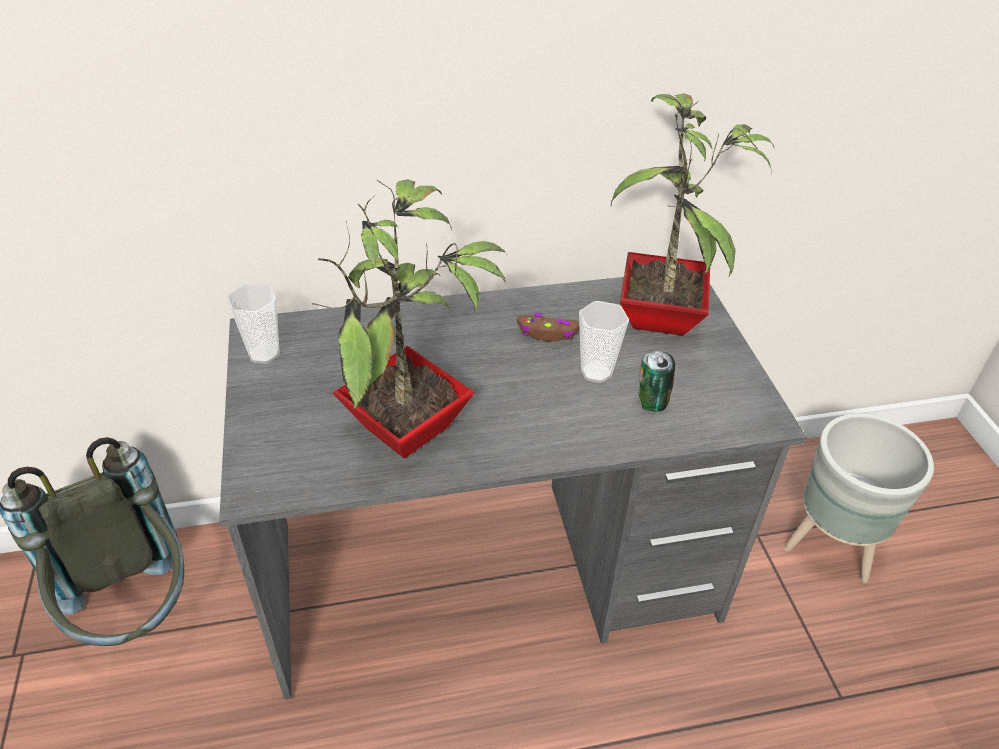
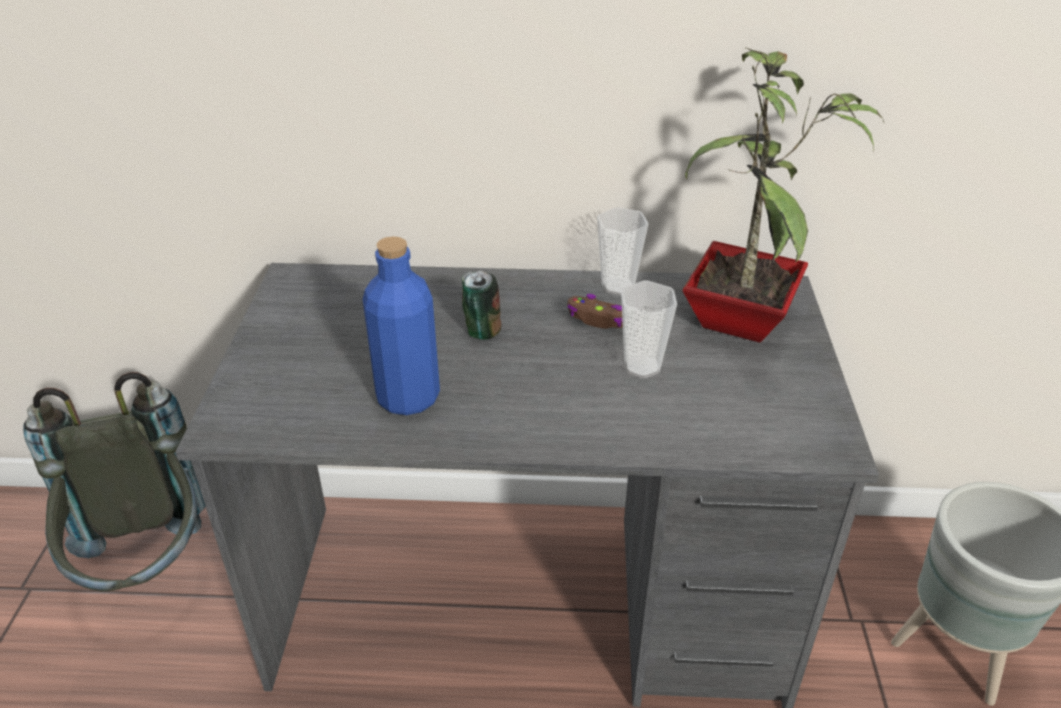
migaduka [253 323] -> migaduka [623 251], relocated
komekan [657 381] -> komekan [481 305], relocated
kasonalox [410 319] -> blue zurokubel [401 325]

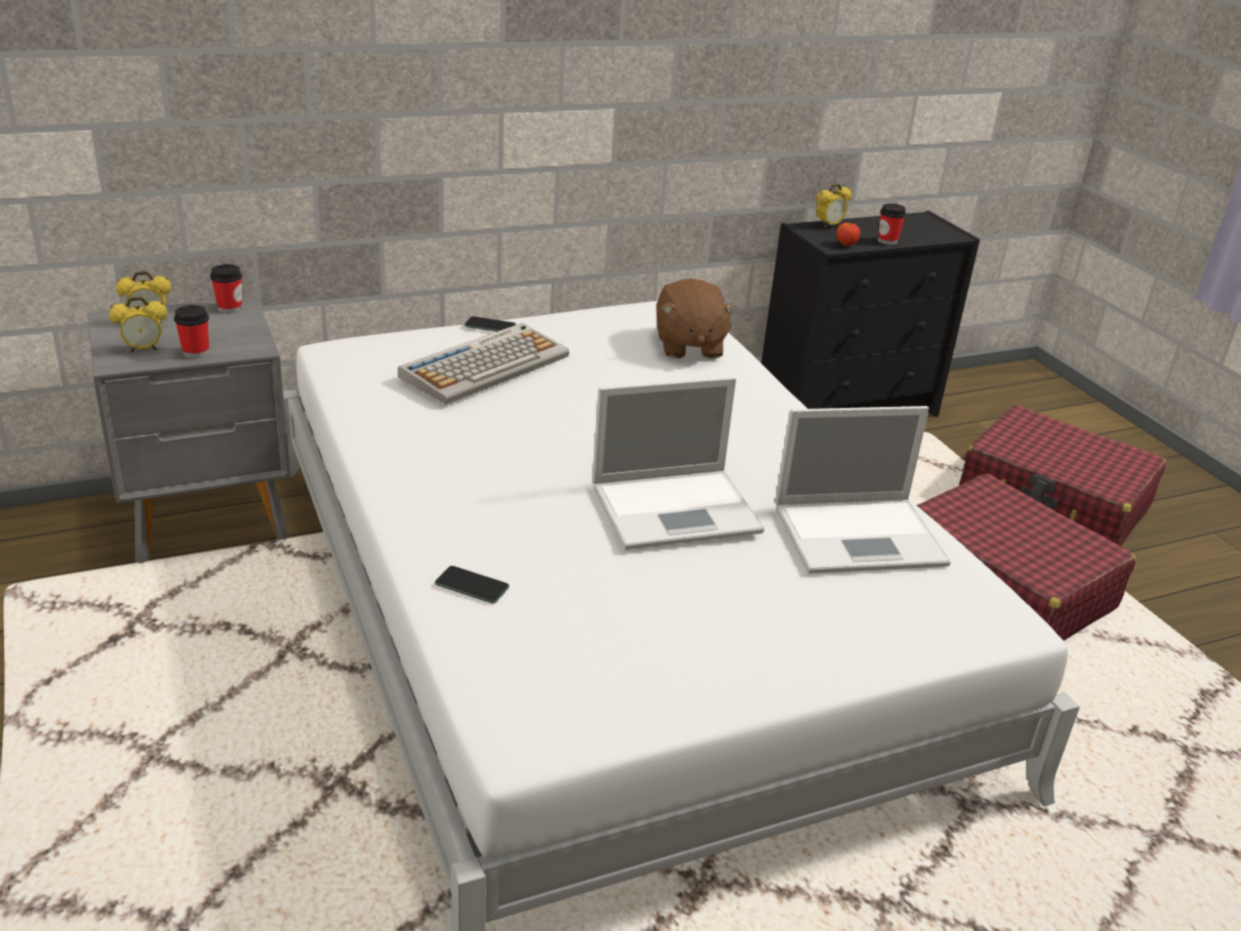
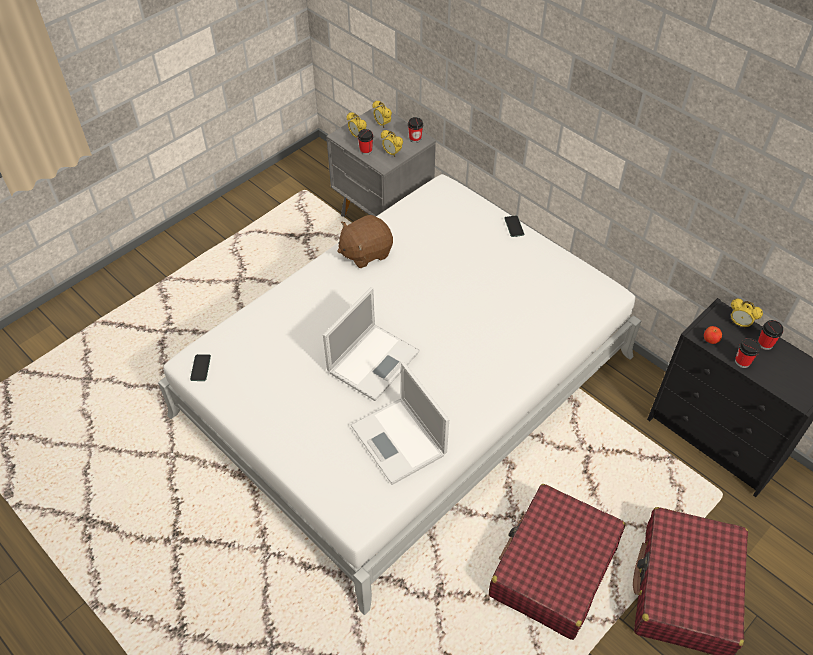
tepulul [483 363] -> none
none -> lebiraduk [392 143]
none -> migaduka [770 335]
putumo [472 584] -> putumo [200 367], relocated
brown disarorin [696 318] -> brown disarorin [365 241], relocated
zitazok [678 463] -> zitazok [371 344], 105 degrees counterclockwise

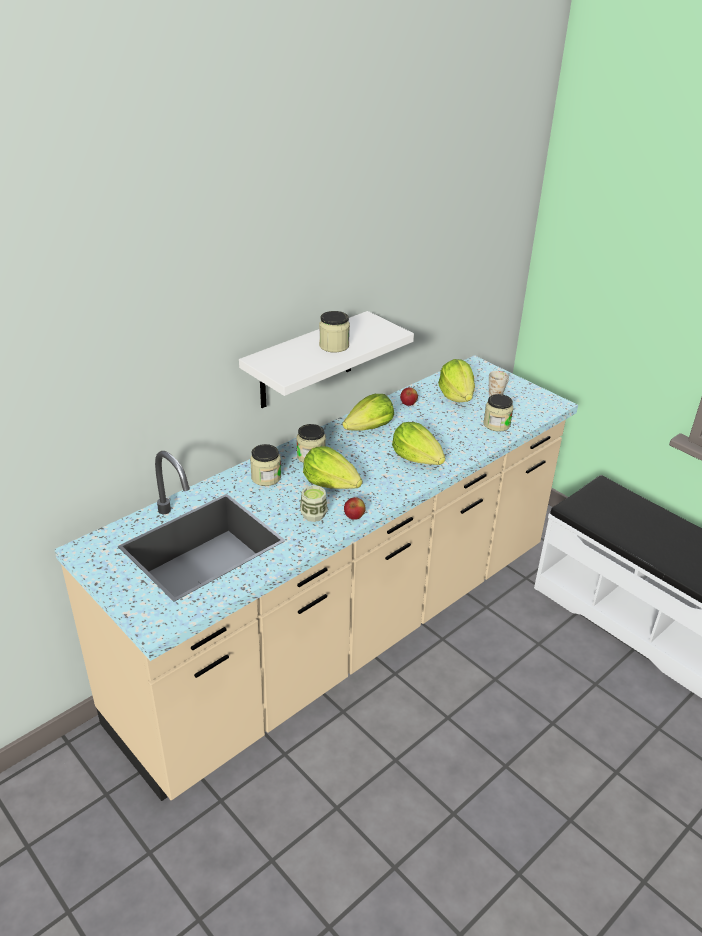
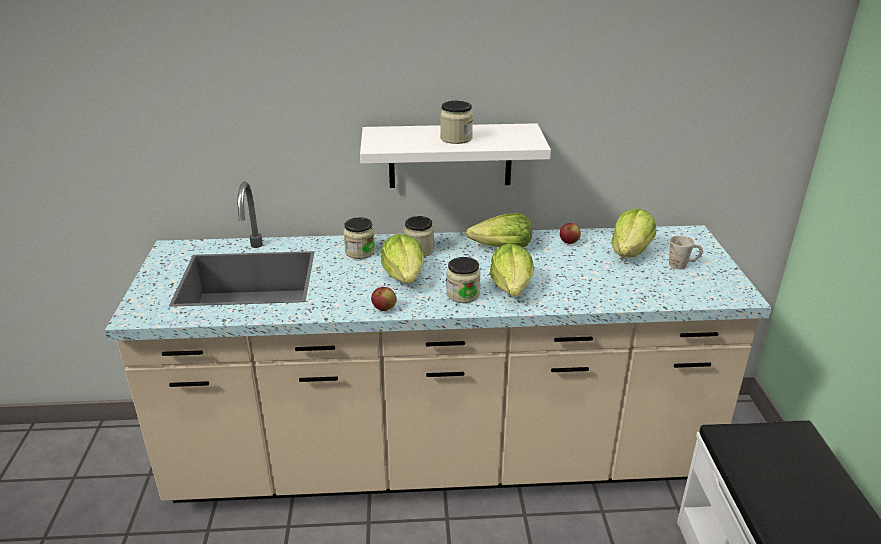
migaduka [314 503] -> none
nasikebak [498 413] -> nasikebak [463 280], relocated

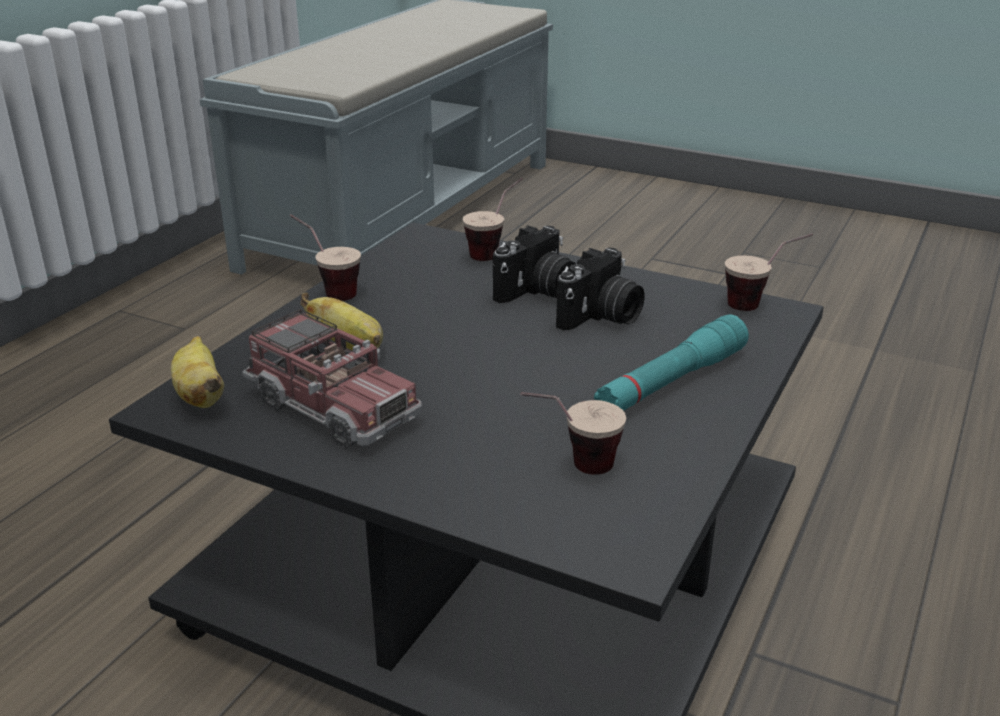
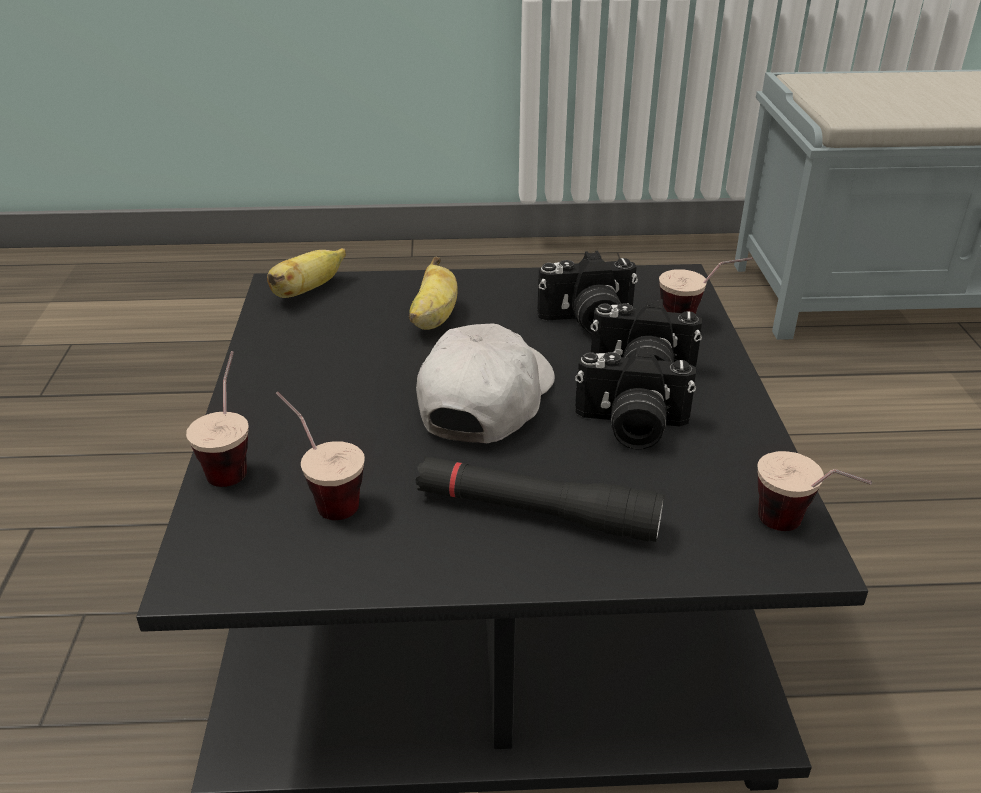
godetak [332 379] -> none
none -> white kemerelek [485 383]
none -> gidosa [587 293]
migaduka [325 257] -> migaduka [217 419], relocated
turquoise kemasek [671 362] -> black kemasek [539 499]

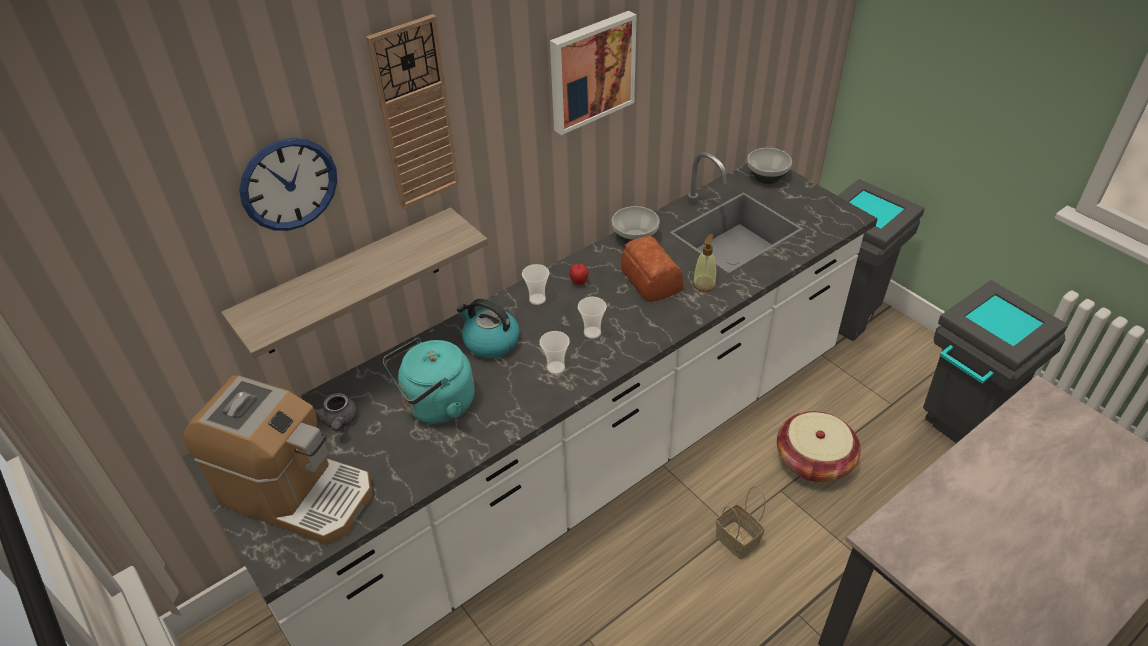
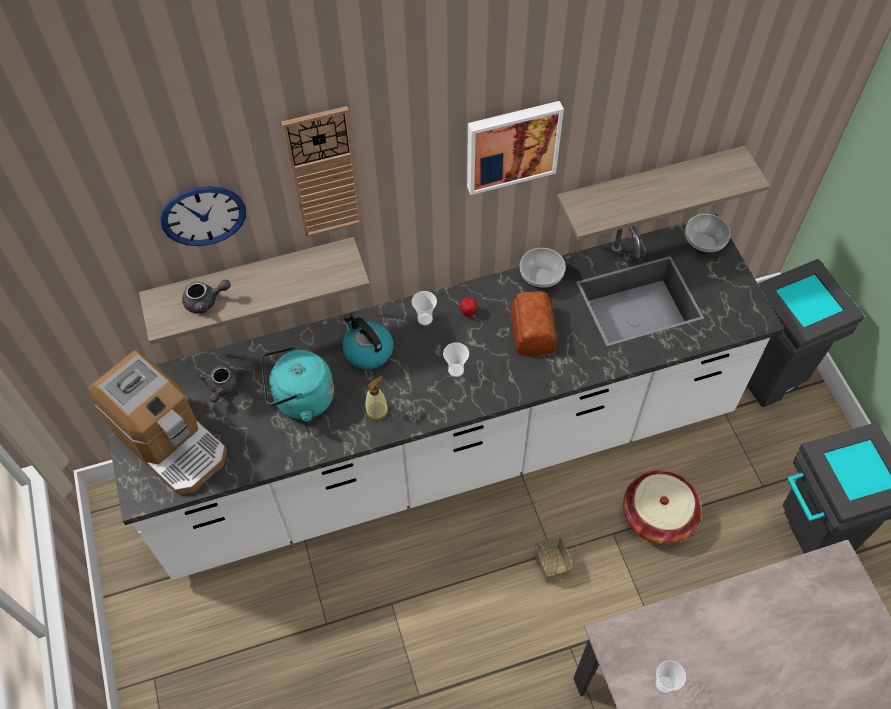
none -> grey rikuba [206 296]
none -> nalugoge [663 193]
migaduka [555 352] -> migaduka [670 677], relocated
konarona [704 262] -> konarona [377 398], relocated

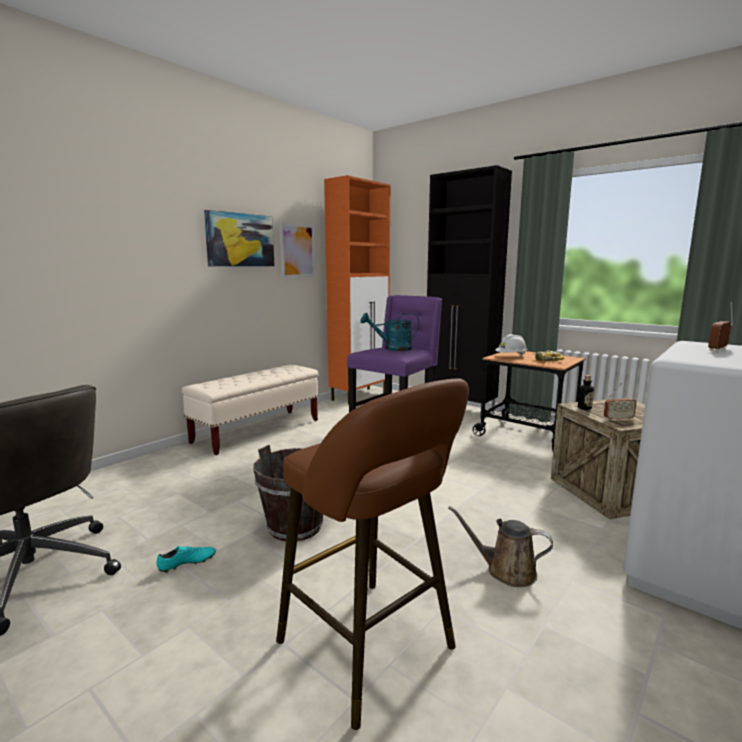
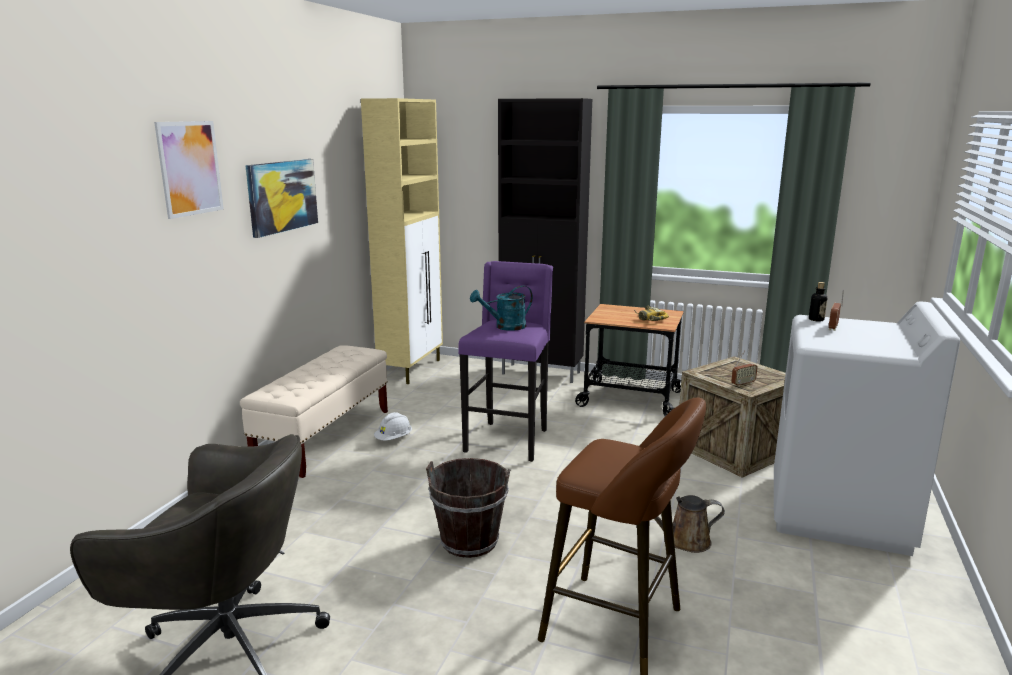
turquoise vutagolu [186 559] -> none
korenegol [297 250] -> korenegol [189 170], relocated
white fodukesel [511 344] -> white fodukesel [393 426], relocated
zurokubel [586 392] -> zurokubel [818 301], relocated
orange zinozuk [357 290] -> beige zinozuk [402 241]

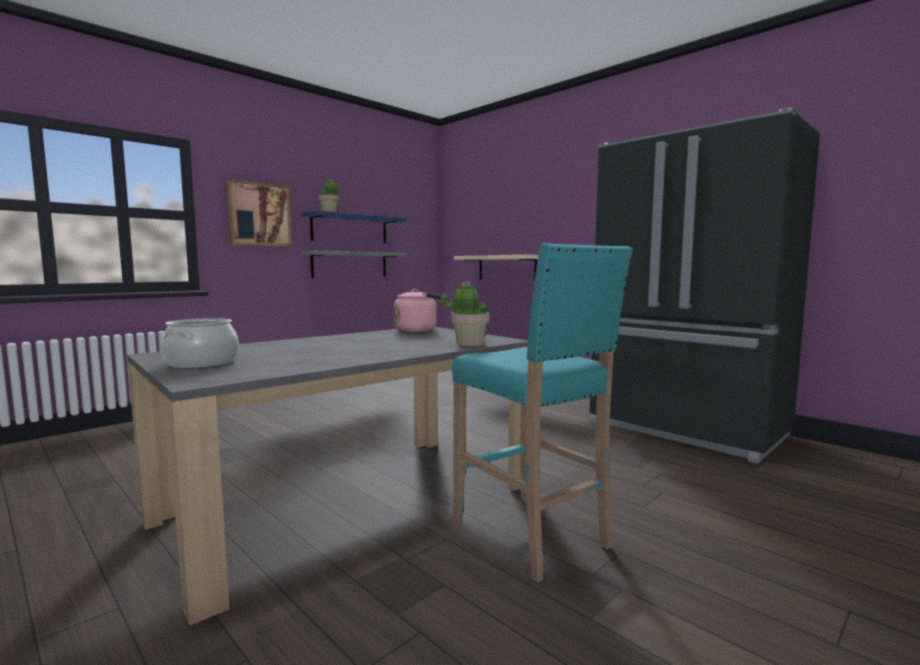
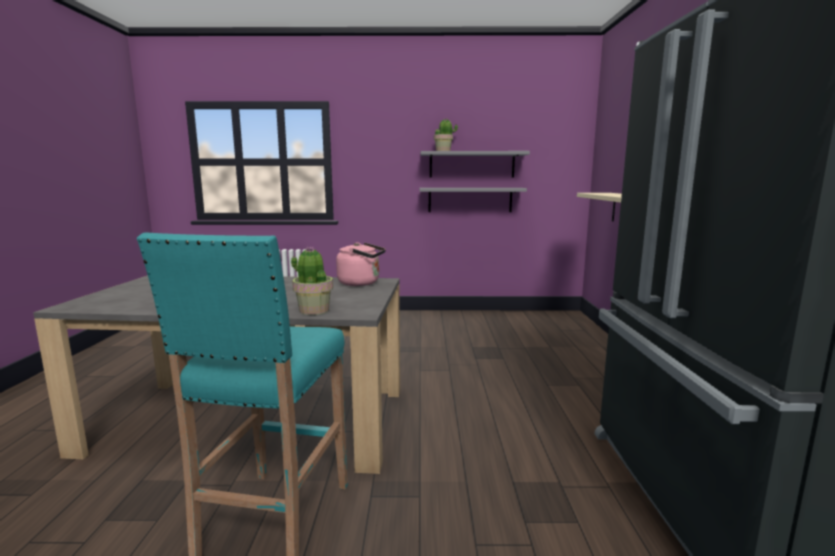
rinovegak [200 343] -> none
korenegol [259 212] -> none
blue nalugoge [354 226] -> grey nalugoge [475 164]

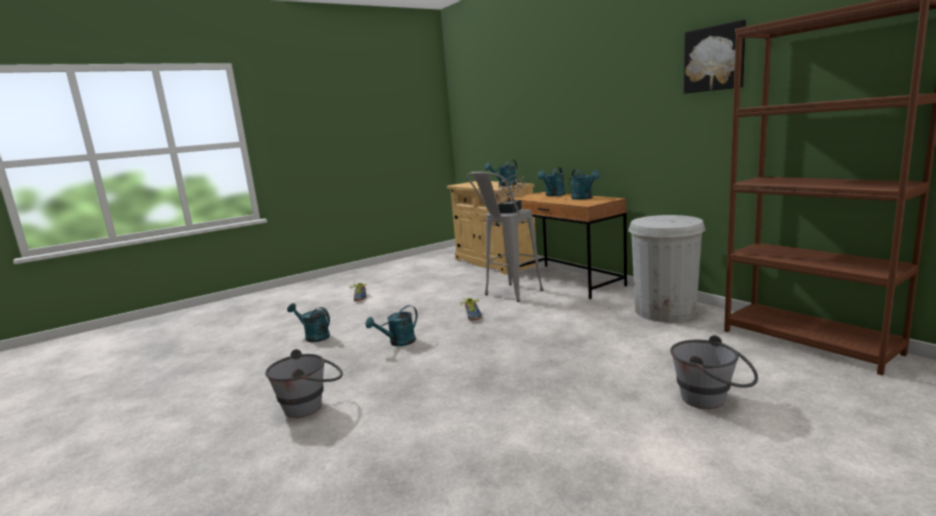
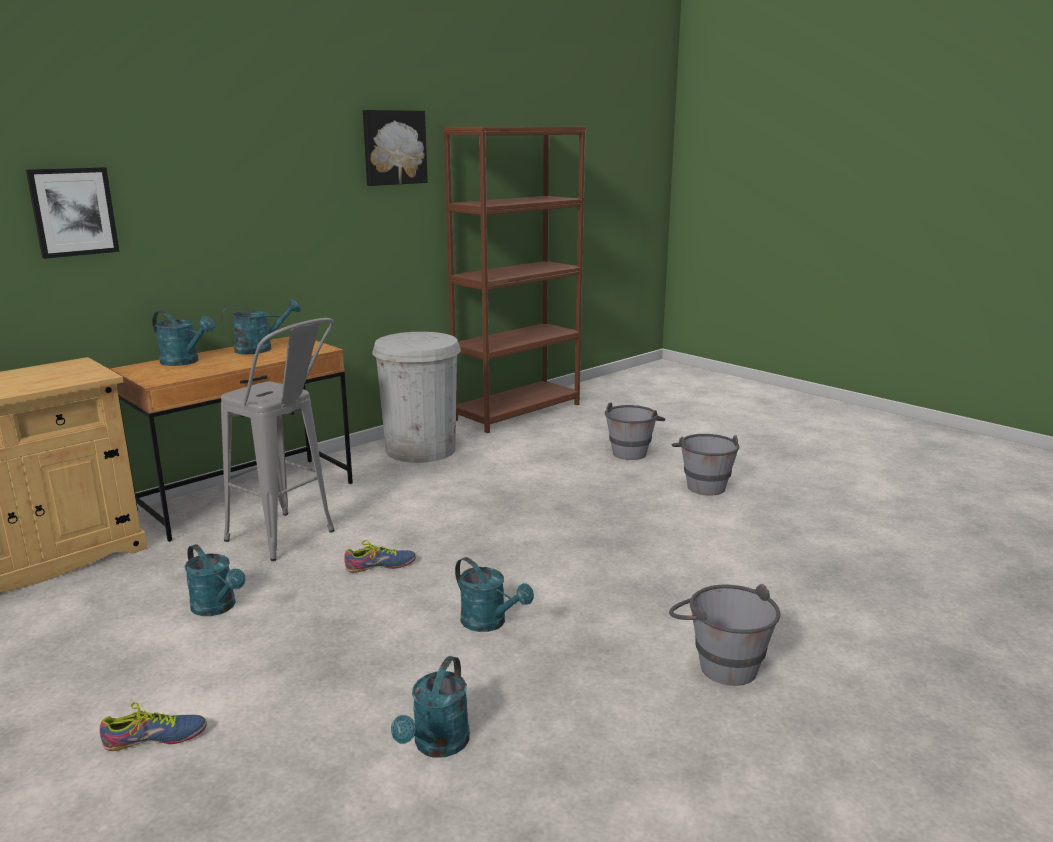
kasonalox [511 194] -> none
none -> korenegol [73 213]
none -> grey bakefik [706 465]
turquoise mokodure [501 173] -> turquoise mokodure [214 580], relocated

